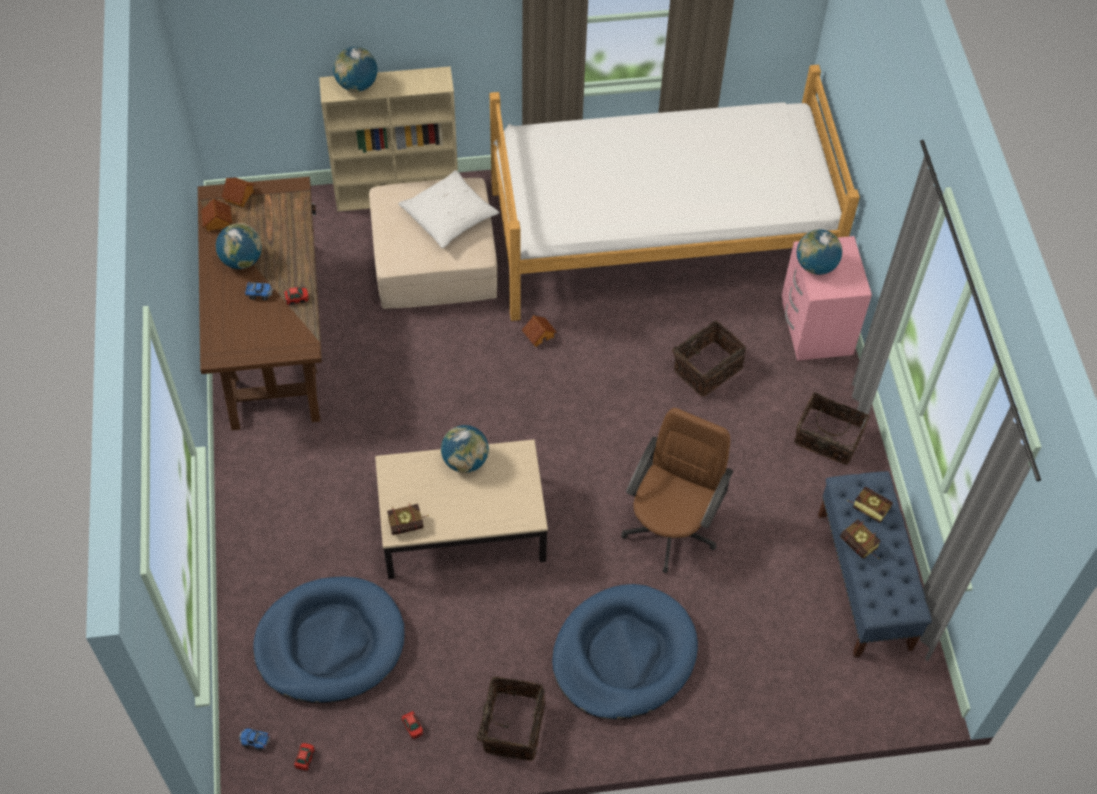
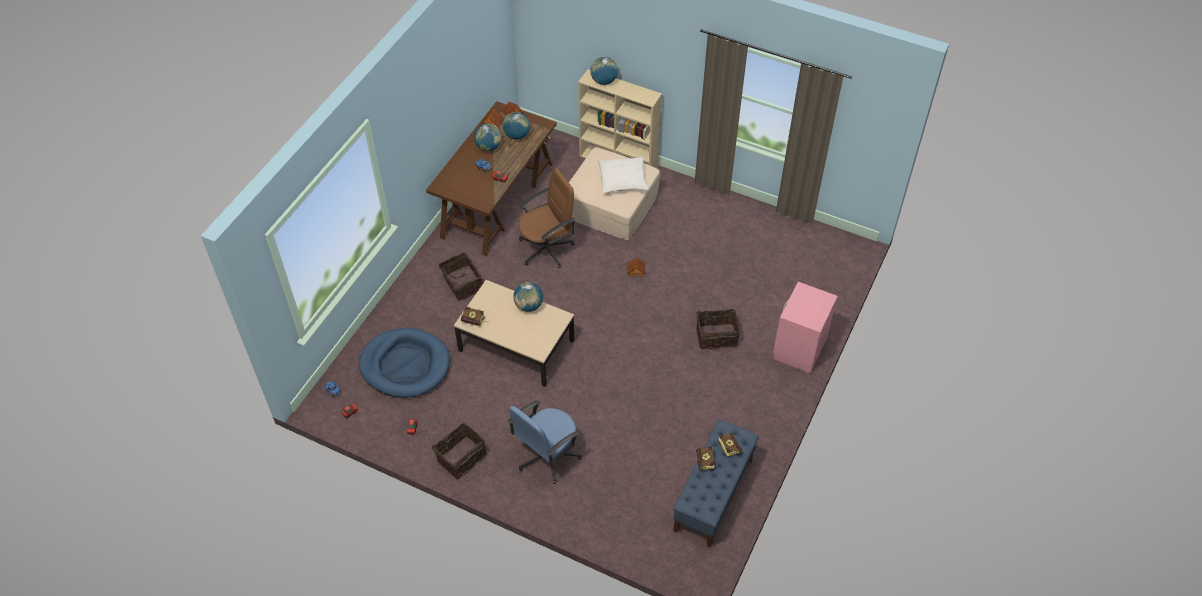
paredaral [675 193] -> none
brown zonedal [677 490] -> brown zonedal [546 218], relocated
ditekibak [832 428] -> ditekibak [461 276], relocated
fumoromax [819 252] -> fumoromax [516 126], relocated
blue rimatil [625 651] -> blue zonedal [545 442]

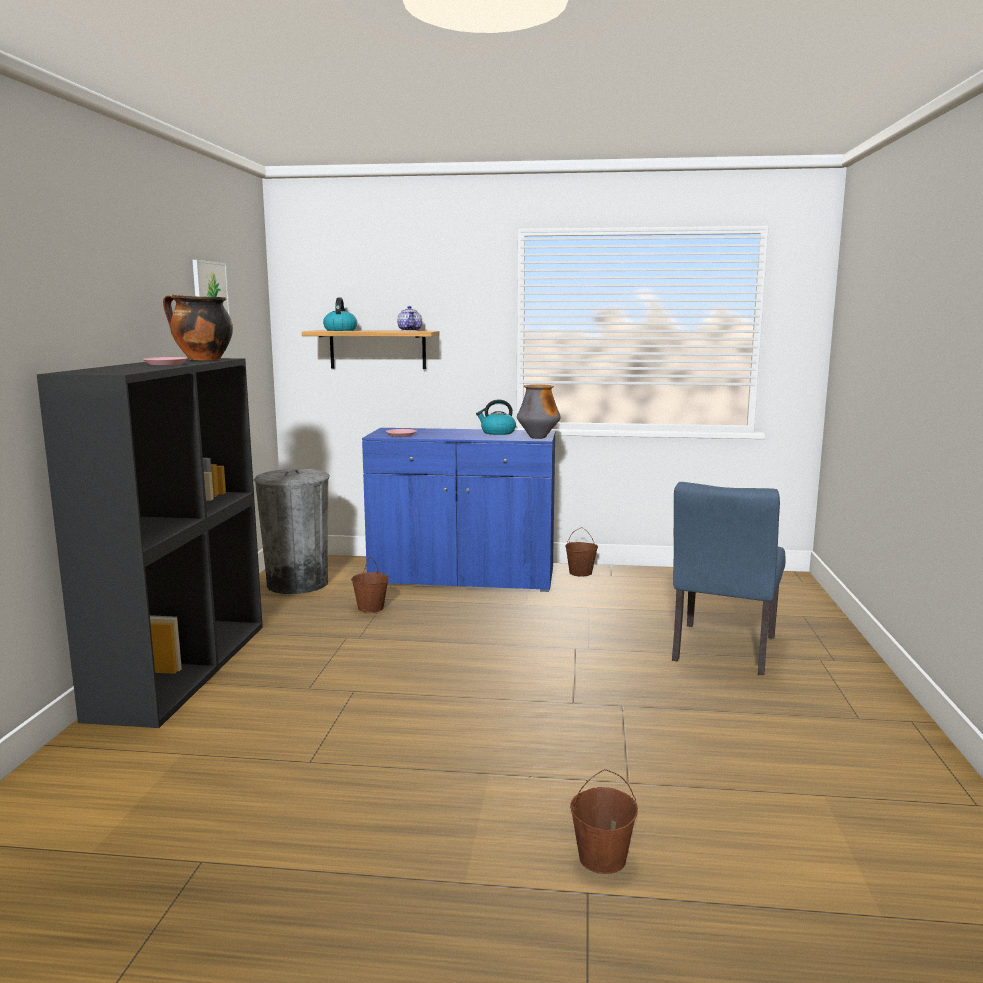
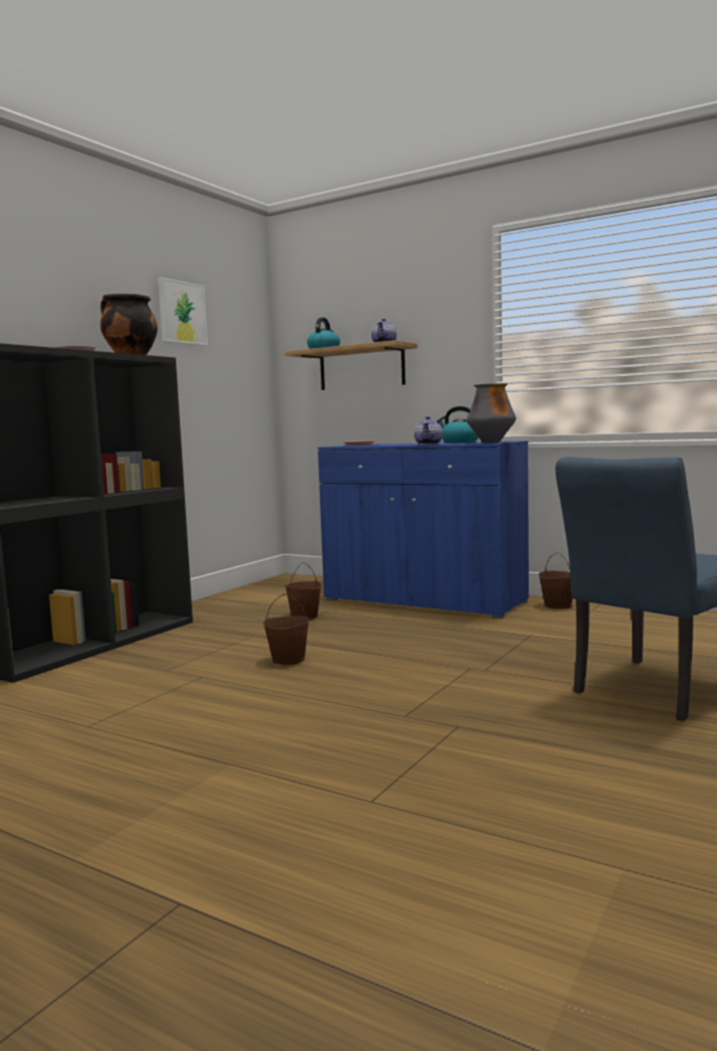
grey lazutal [292 531] -> none
none -> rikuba [428 430]
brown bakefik [604 821] -> brown bakefik [286 629], relocated

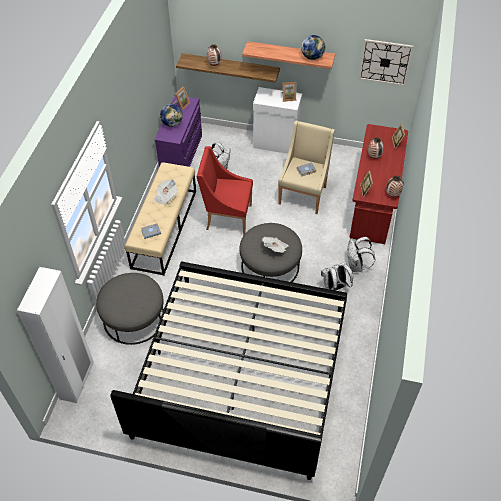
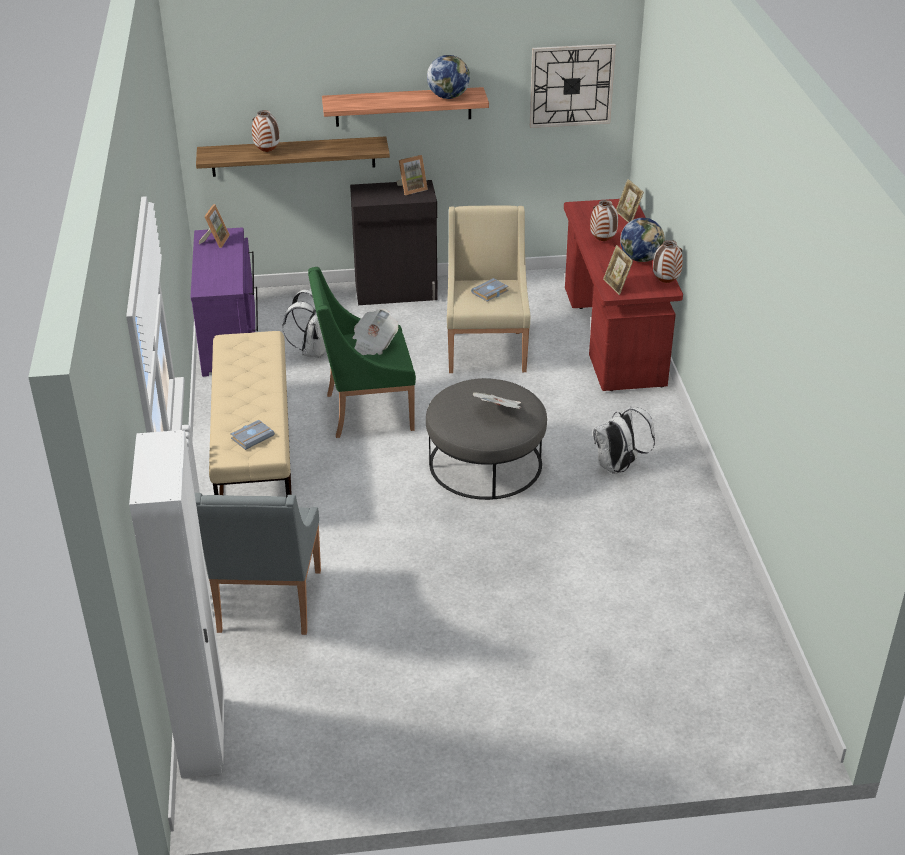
paredaral [228 371] -> none
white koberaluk [361 254] -> none
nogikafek [165 192] -> nogikafek [375 332], relocated
fumoromax [171 115] -> fumoromax [642 240], relocated
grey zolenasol [130 309] -> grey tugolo [258 564]
red tugolo [225 191] -> green tugolo [362 352]
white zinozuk [277 120] -> black zinozuk [394 242]

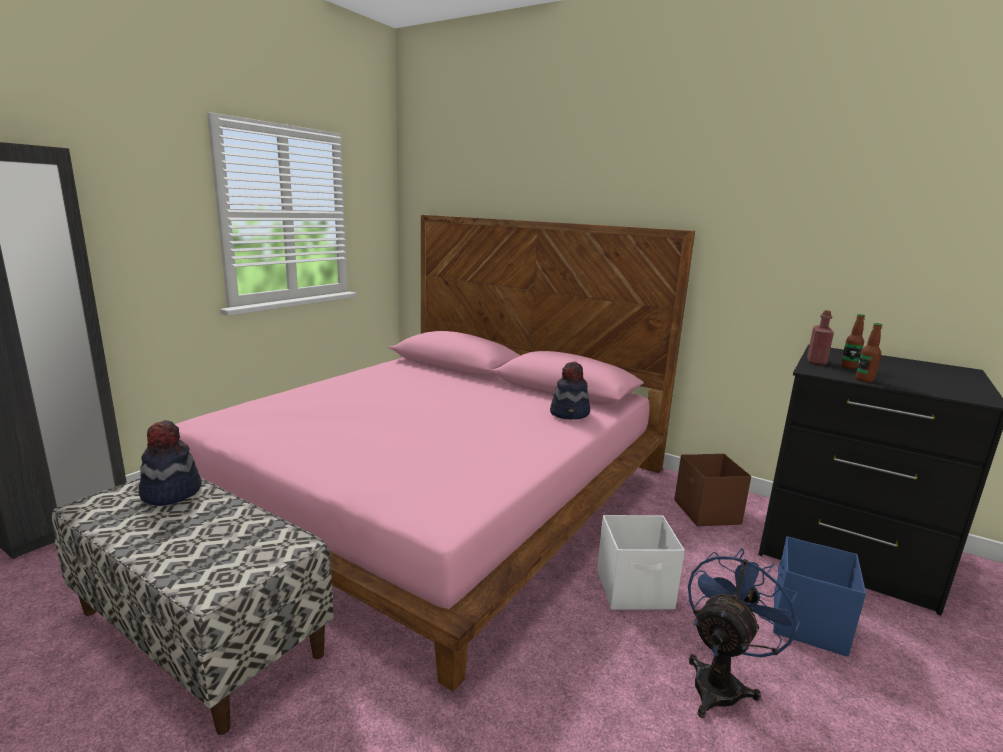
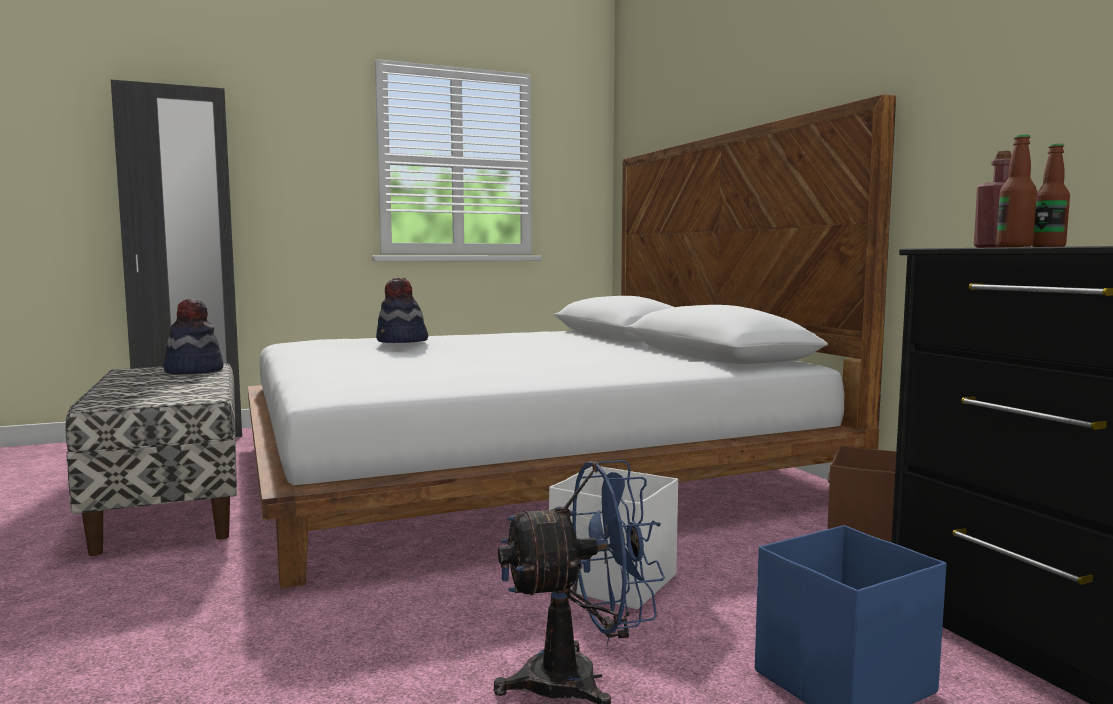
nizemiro [570 390] -> nizemiro [402 310], relocated
pink paredaral [417 453] -> white paredaral [572 341]

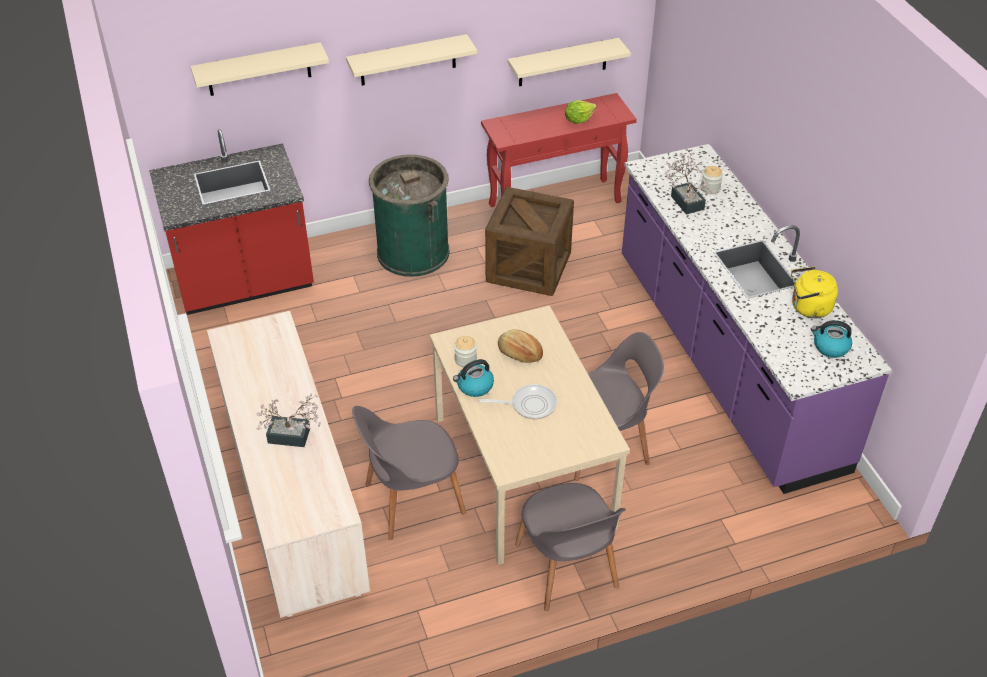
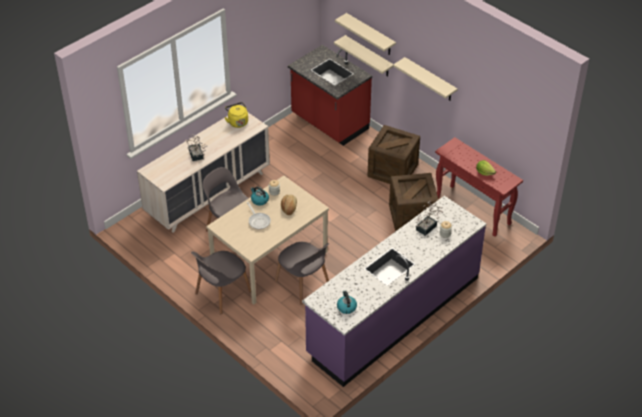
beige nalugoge [569 62] -> beige nalugoge [363 56], relocated
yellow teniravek [814 292] -> yellow teniravek [236 115], relocated
green lazutal [409 215] -> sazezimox [394 154]

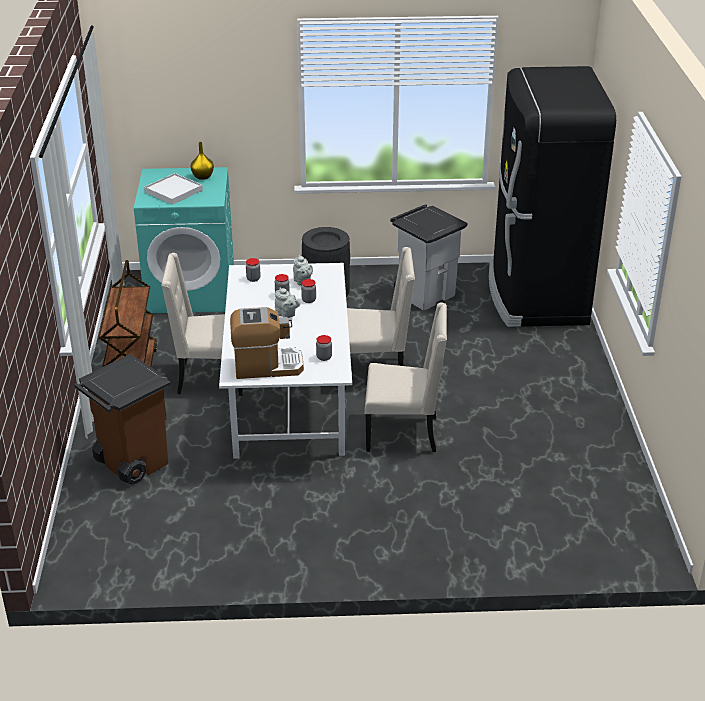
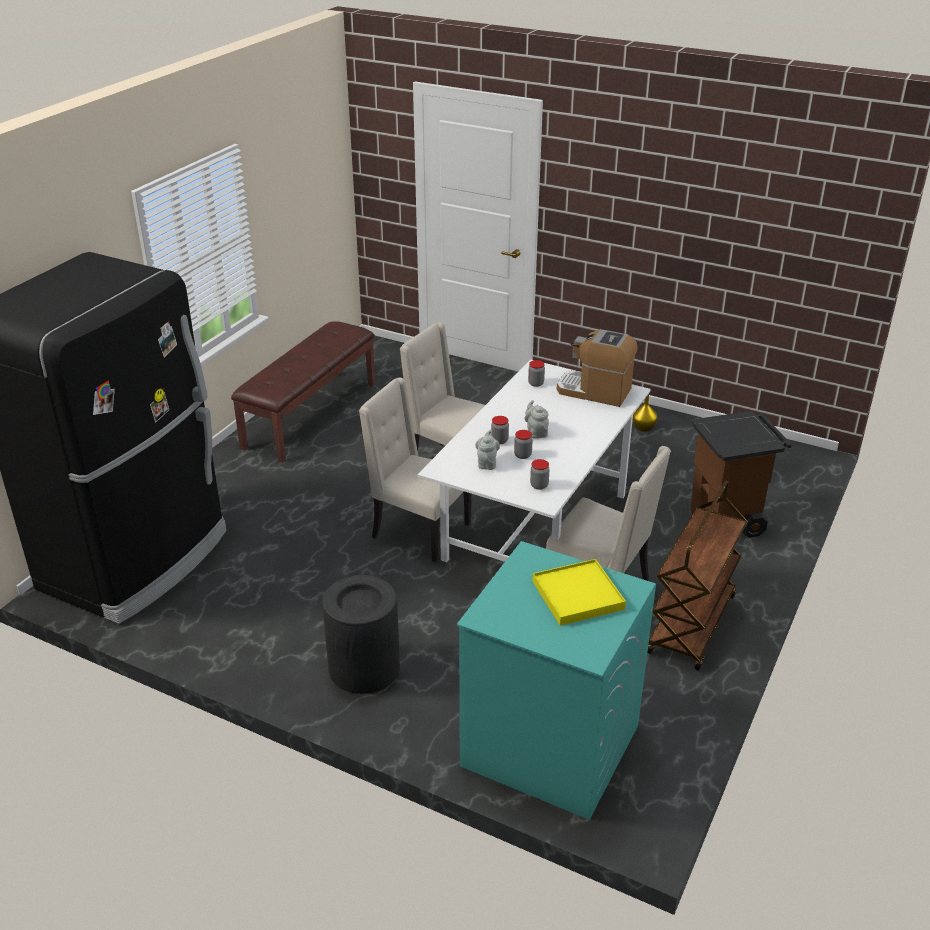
grey lazutal [428 257] -> none
none -> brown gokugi [303 392]
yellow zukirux [202 161] -> yellow zukirux [645 413], relocated
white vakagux [173 189] -> yellow vakagux [579 592]

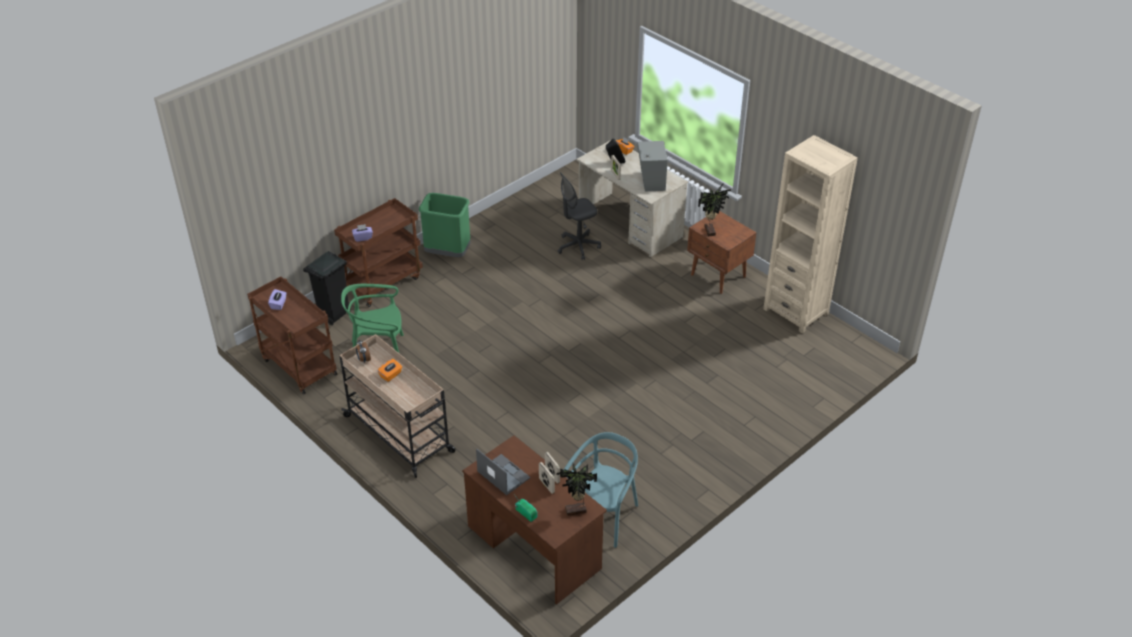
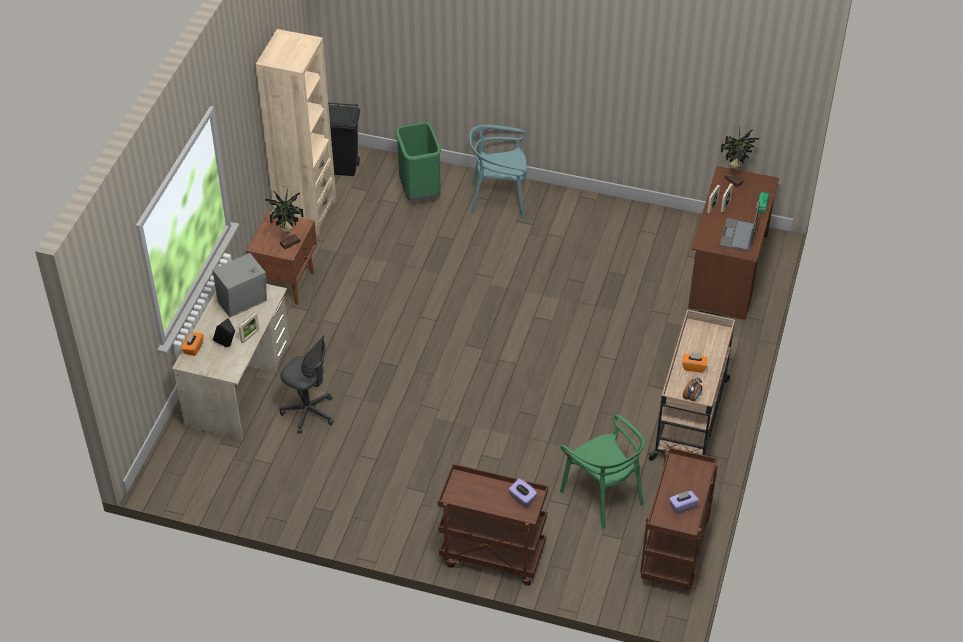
black lazutal [327 288] -> black lazutal [344 139], relocated
green lazutal [445 225] -> green lazutal [418 162], relocated
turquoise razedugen [601 490] -> turquoise razedugen [498 171], relocated

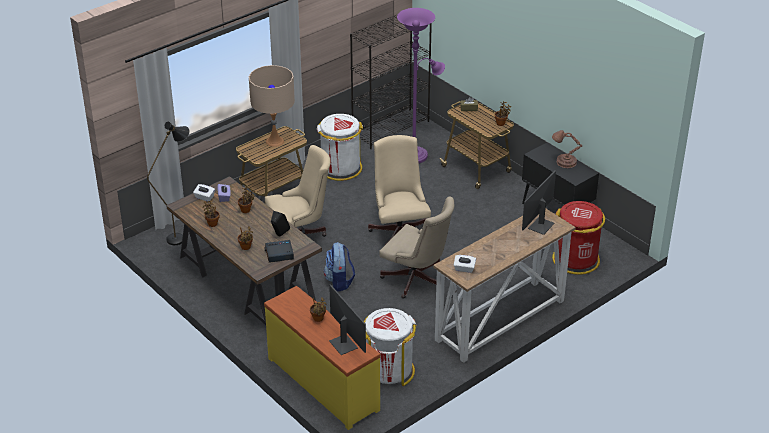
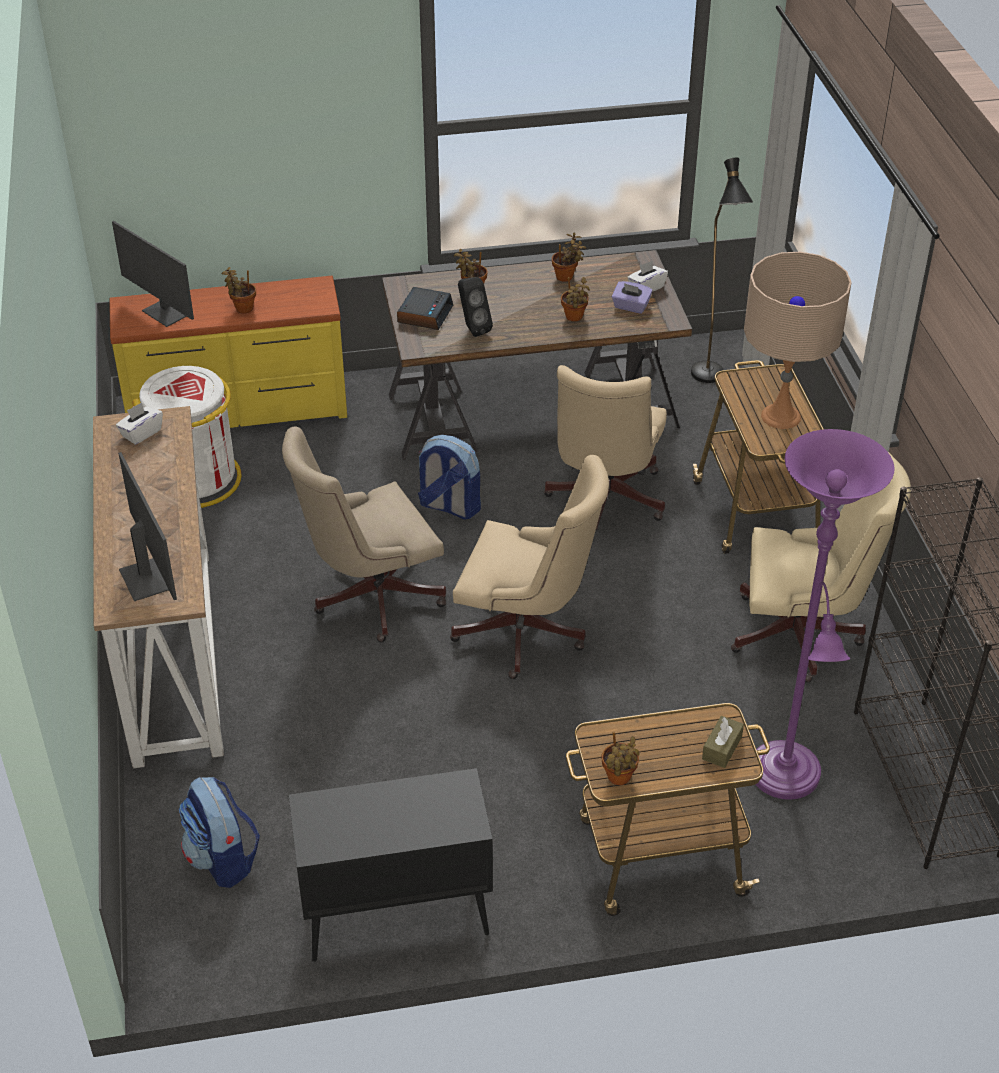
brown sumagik [567 149] -> none
white lazutal [340 147] -> beige zonedal [821 567]
red lazutal [578 238] -> koberaluk [219 832]
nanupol [347 319] -> nanupol [153 274], 45 degrees clockwise

